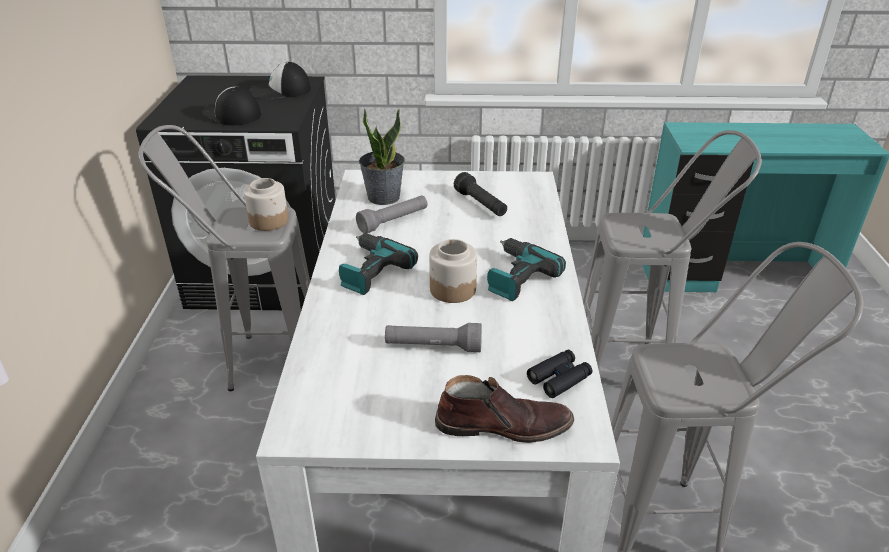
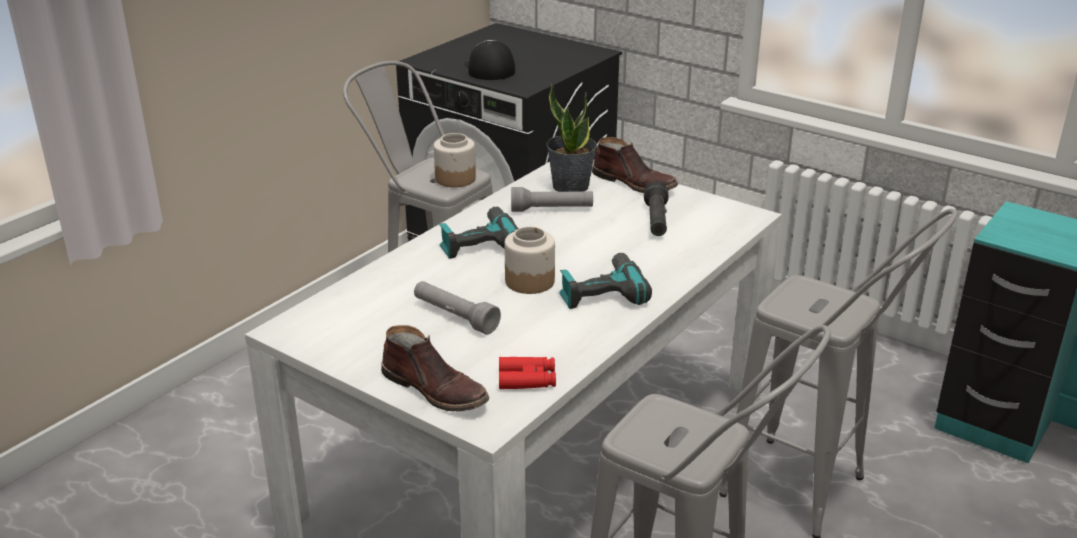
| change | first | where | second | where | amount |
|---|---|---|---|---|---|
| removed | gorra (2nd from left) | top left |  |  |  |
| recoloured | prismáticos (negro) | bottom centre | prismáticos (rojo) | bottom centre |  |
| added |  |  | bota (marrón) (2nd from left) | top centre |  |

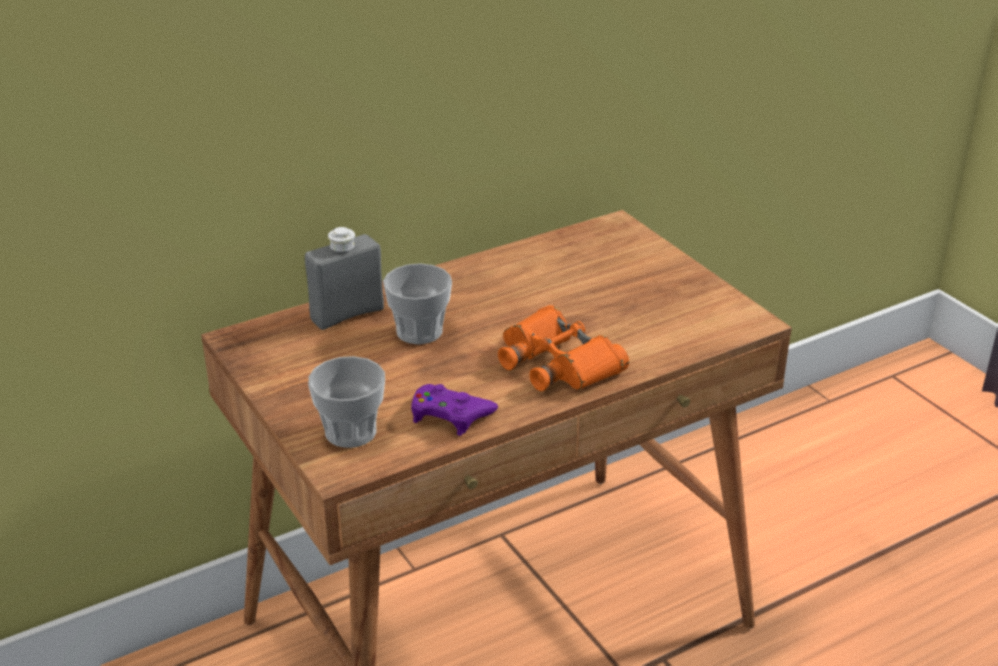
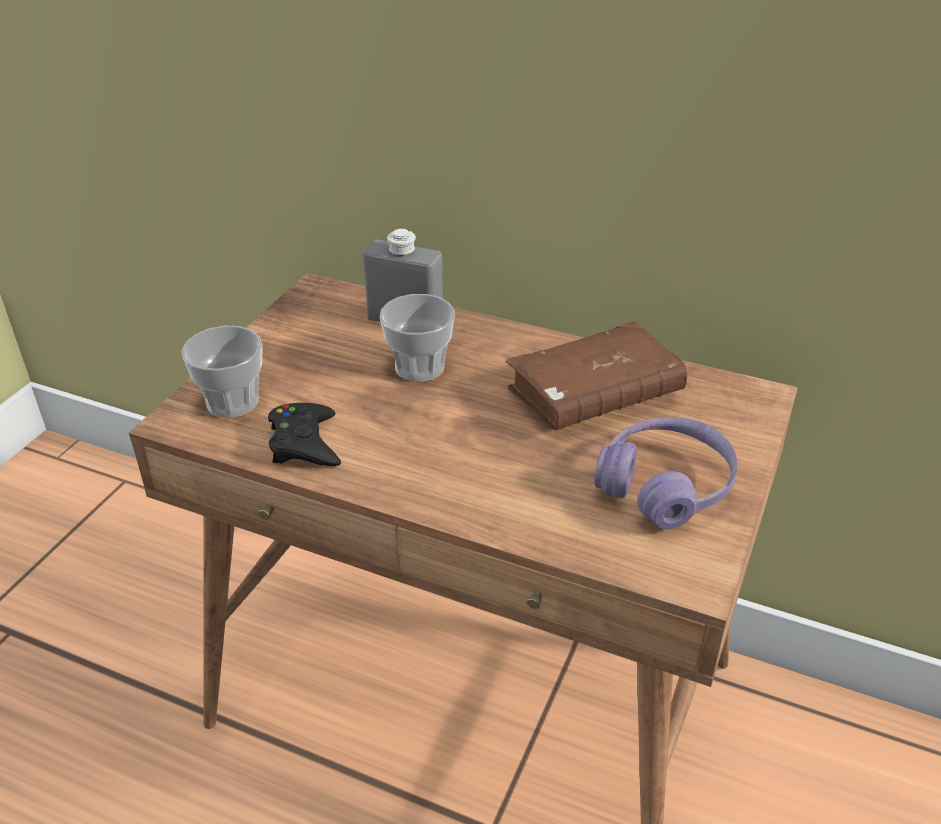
| change | first | where | second | where | amount |
|---|---|---|---|---|---|
| recoloured | mando de consola (morado) | centre | mando de consola (negro) | middle left |  |
| removed | prismáticos (naranja) | centre |  |  |  |
| added |  |  | libro (marrón) | centre |  |
| added |  |  | auriculares (morado) | middle right |  |

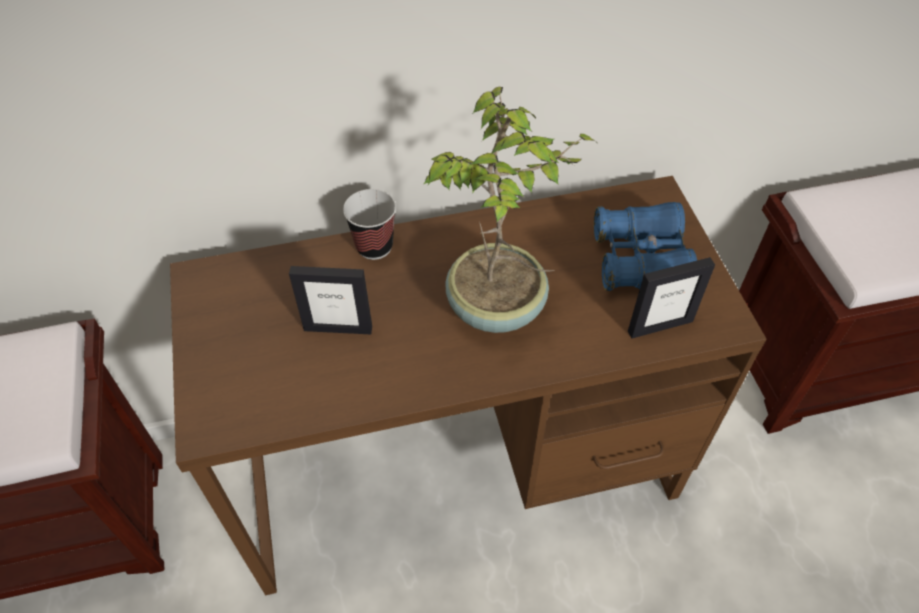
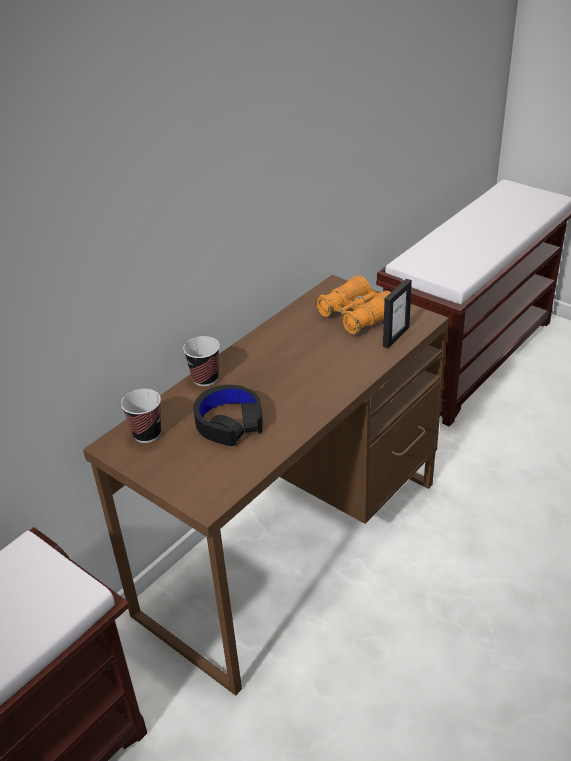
| change | first | where | second | where | amount |
|---|---|---|---|---|---|
| replaced | portarretratos (1st from left) | centre | auriculares (negro) | centre |  |
| removed | planta en maceta | centre |  |  |  |
| recoloured | prismáticos (azul) | middle right | prismáticos (naranja) | centre |  |
| added |  |  | taza (1st from left) | middle left |  |

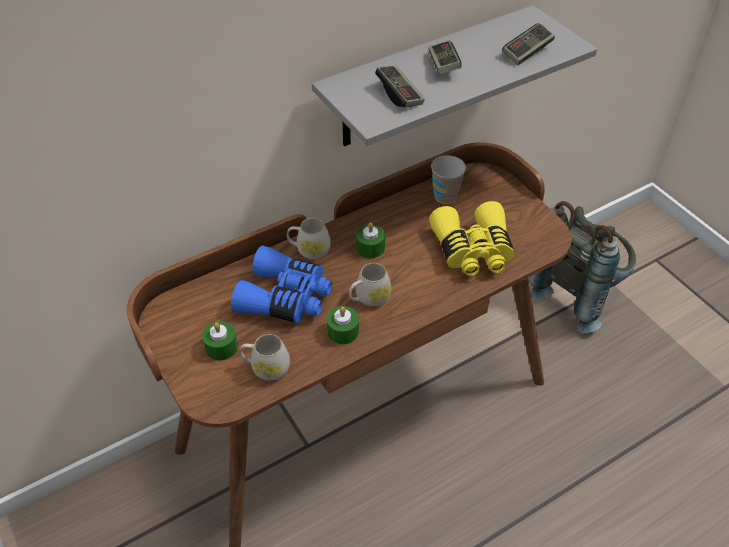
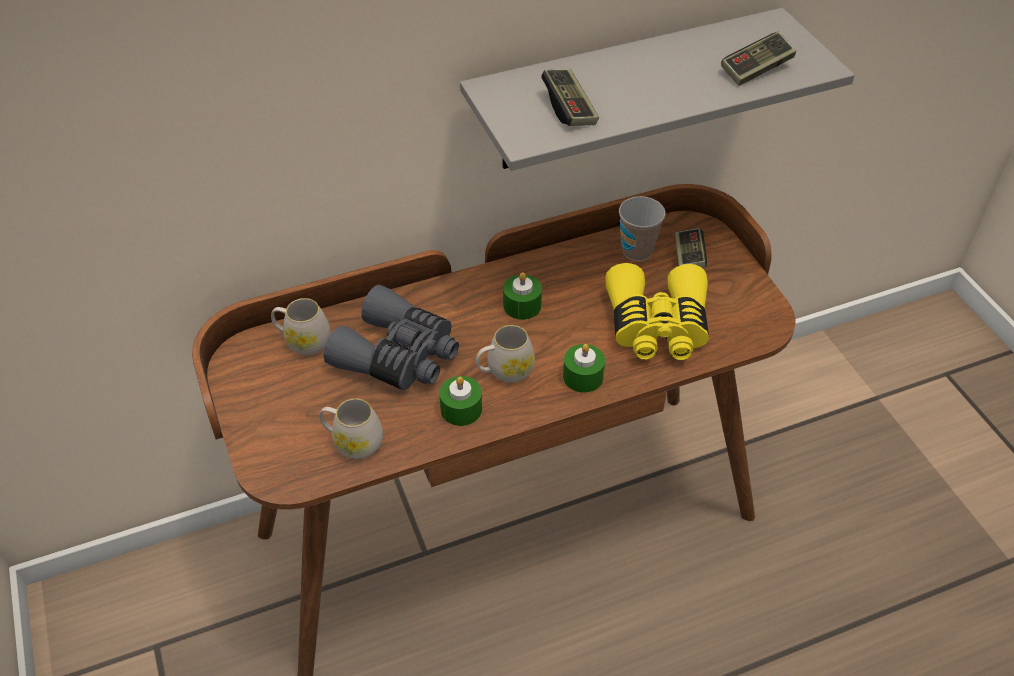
| change | first | where | second | where | amount |
|---|---|---|---|---|---|
| moved | vela (verde) (1st from left in the first image) | middle left | vela (verde) (3rd from left) | centre |  |
| recoloured | prismáticos (azul) | centre | prismáticos (gris) | centre |  |
| moved | taza grande (blanco) (2nd from left in the first image) | centre | taza grande (blanco) (1st from left) | middle left |  |
| moved | mando de consola (2nd from left) | top centre |  | middle right |  |
| removed | mochila (gris) | middle right |  |  |  |

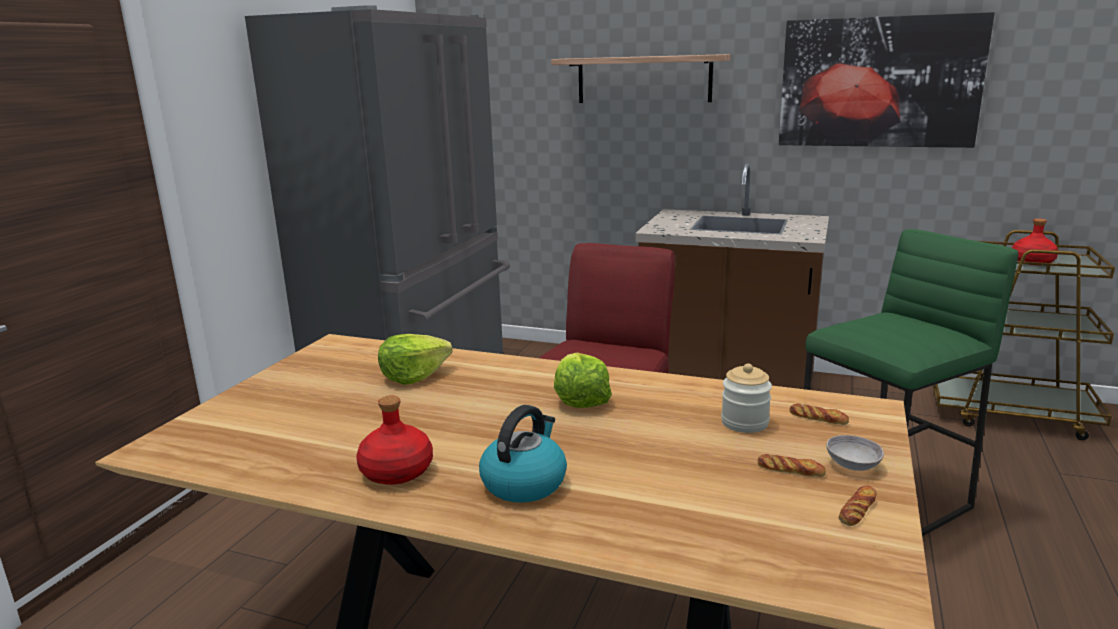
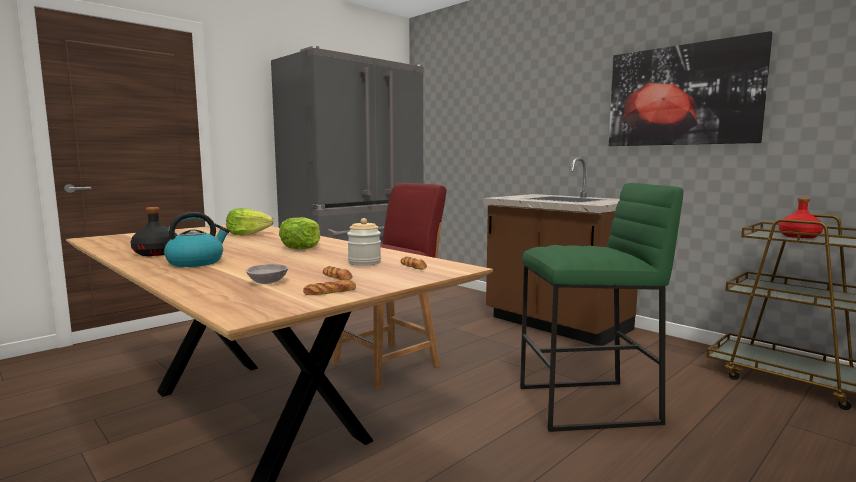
| change | first | where | second | where | amount |
|---|---|---|---|---|---|
| recoloured | botella (rojo) (1st from left) | bottom centre | botella (negro) | middle left |  |
| removed | estante | top centre |  |  |  |
| moved | cuenco (gris) | bottom right |  | middle left |  |

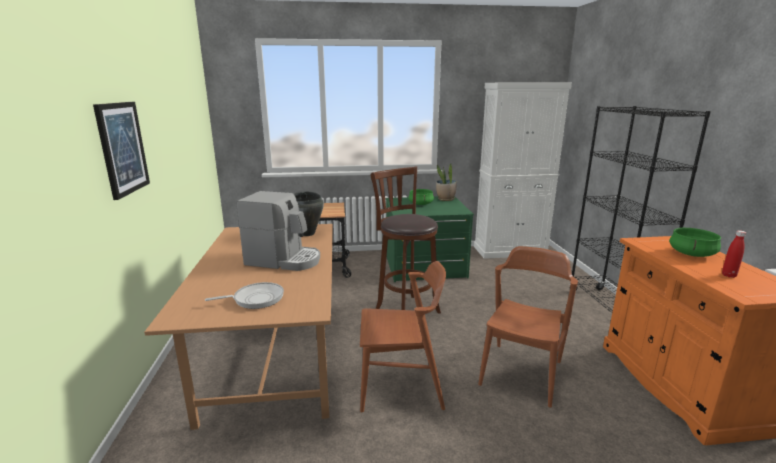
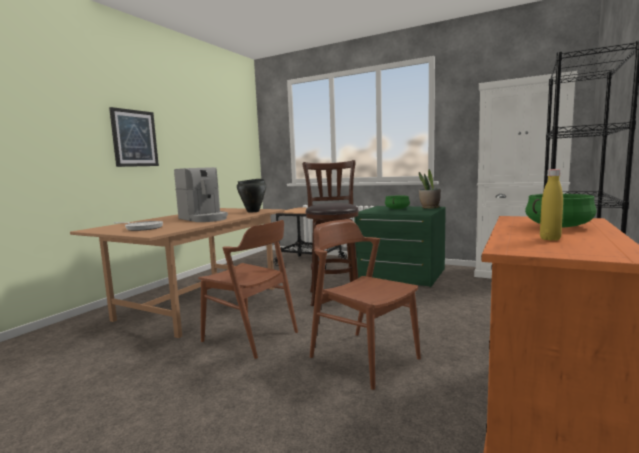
| change | first | where | second | where | amount |
|---|---|---|---|---|---|
| turned | silla (marrón) (2nd from left) | bottom right |  | bottom centre | 105 degrees counterclockwise |
| recoloured | botella (rojo) | middle right | botella (amarillo) | middle right |  |

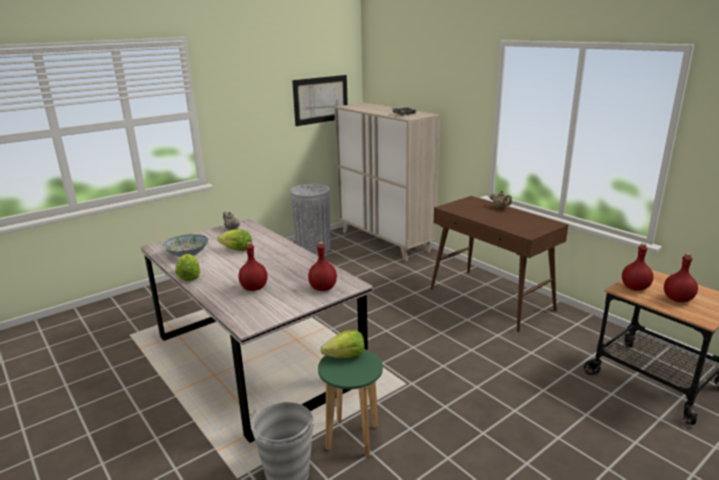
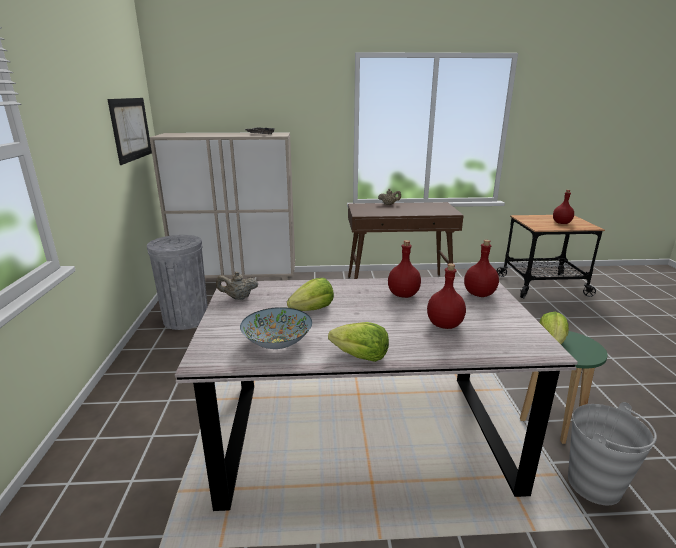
| change | first | where | second | where | amount |
|---|---|---|---|---|---|
| moved | botella (rojo) (3rd from left in the first image) | middle right | botella (rojo) (1st from left) | centre |  |

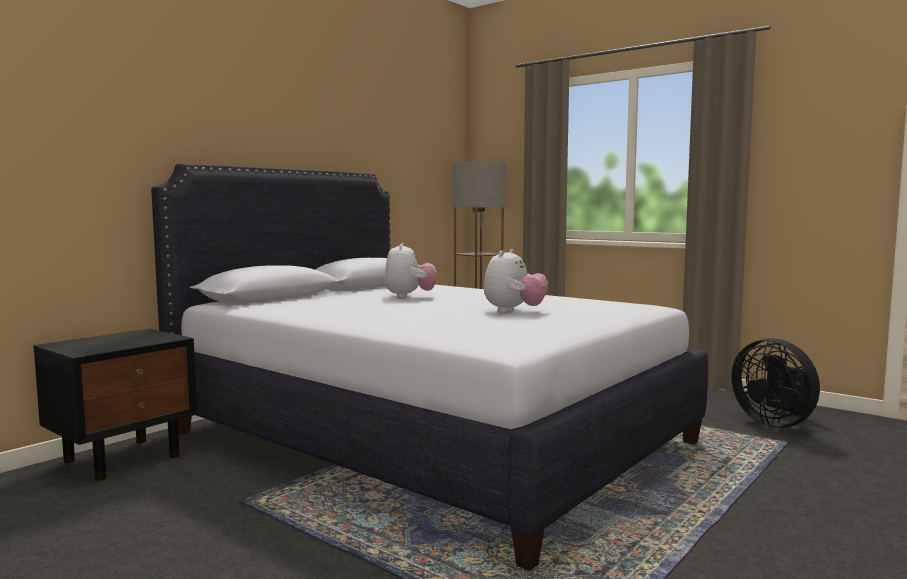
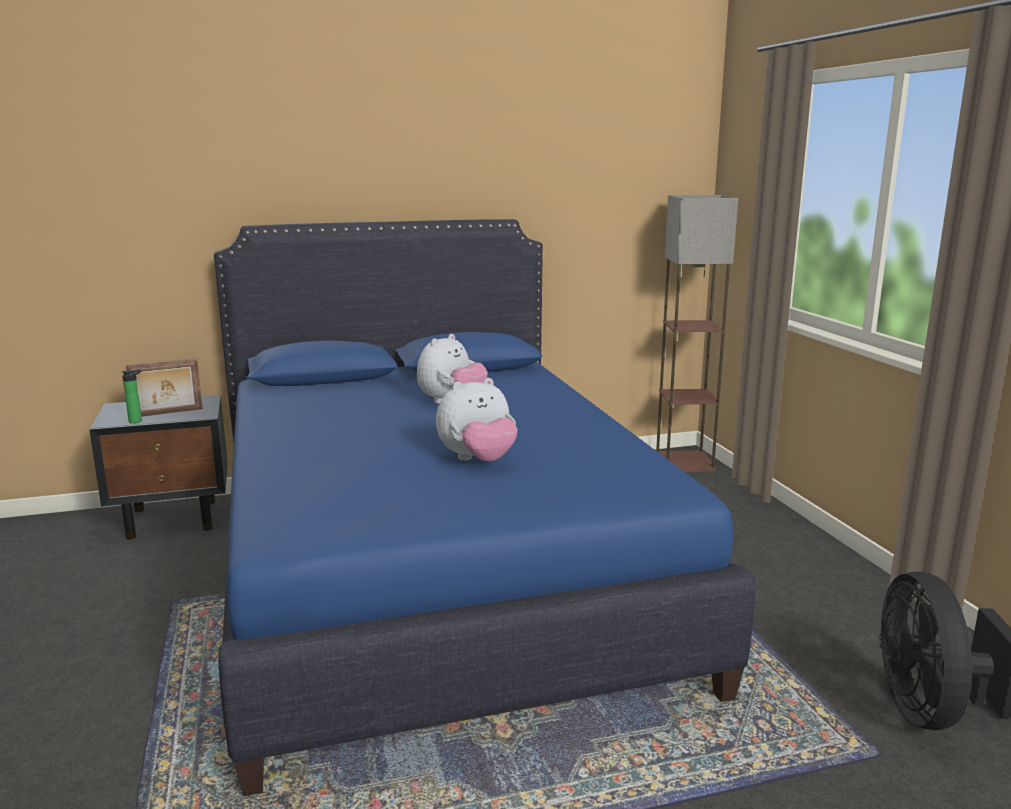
| change | first | where | second | where | amount |
|---|---|---|---|---|---|
| recoloured | cama (blanco) | centre | cama (azul) | centre |  |
| added |  |  | botella | middle left |  |
| added |  |  | portarretratos | middle left |  |

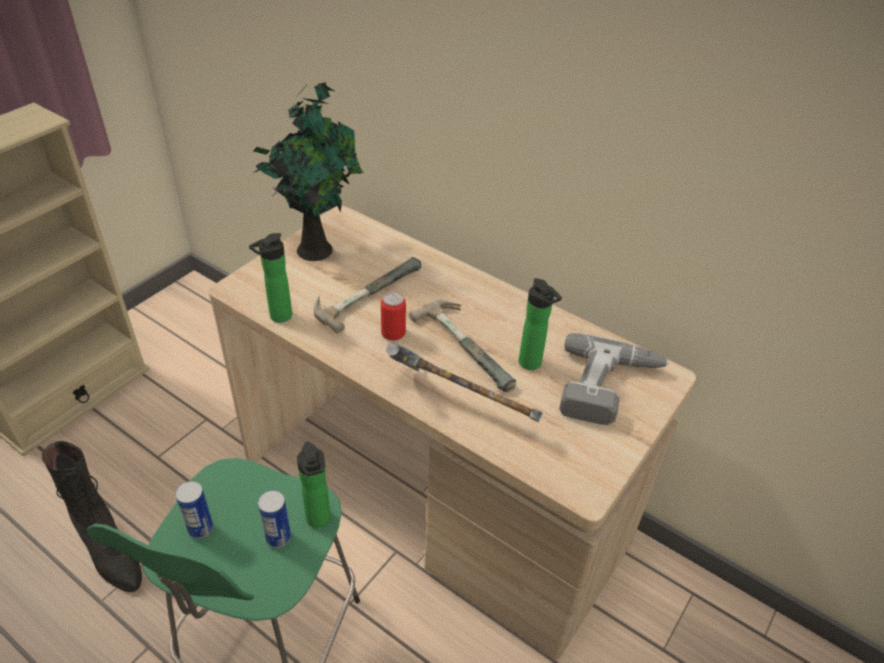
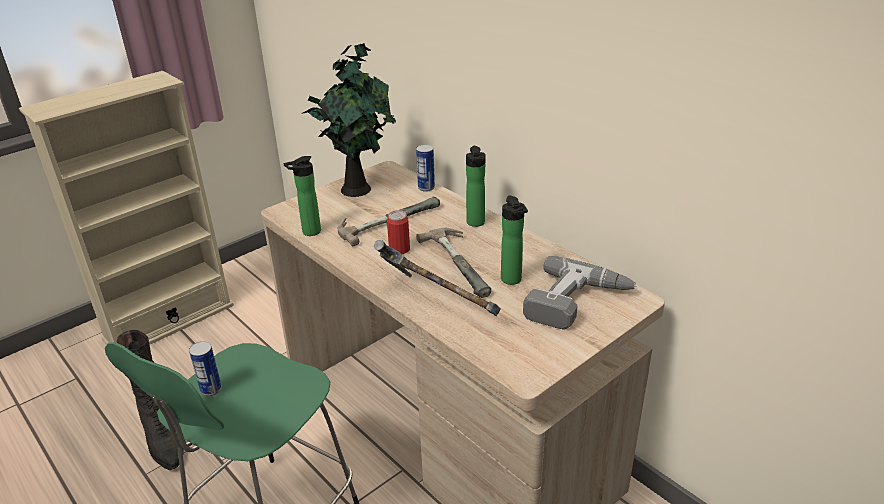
| change | first | where | second | where | amount |
|---|---|---|---|---|---|
| moved | lata (2nd from left in the first image) | bottom left | lata (3rd from left) | centre |  |
| moved | botella (2nd from left) | bottom centre |  | centre |  |

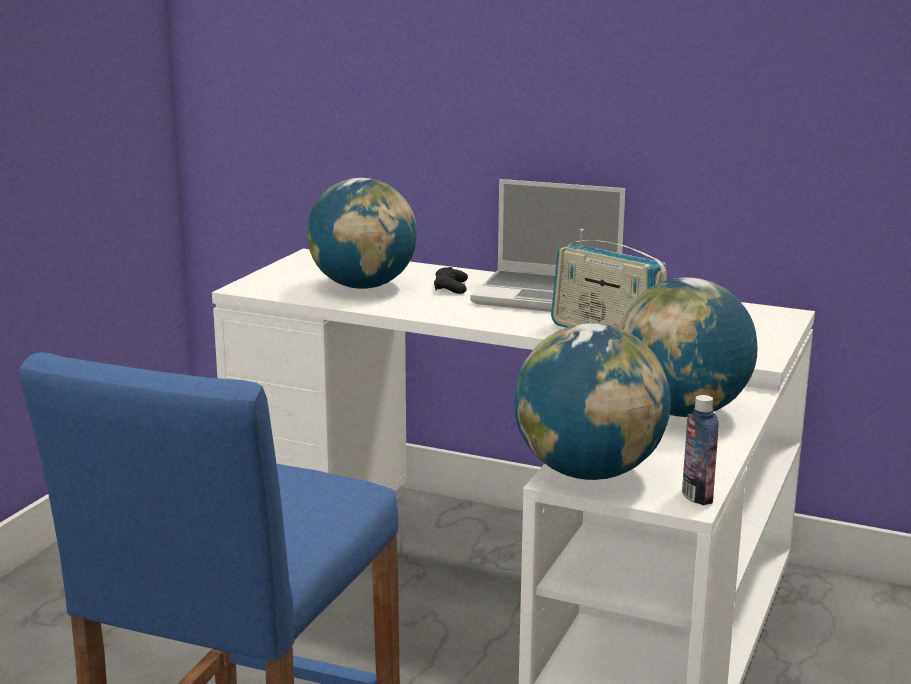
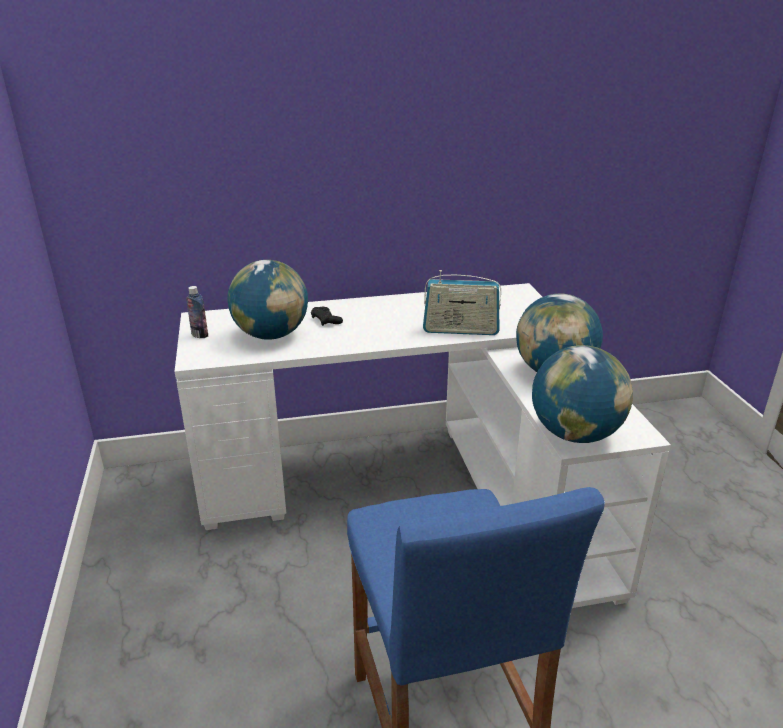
| change | first | where | second | where | amount |
|---|---|---|---|---|---|
| removed | portátil | centre |  |  |  |
| moved | botella | middle right |  | middle left |  |

